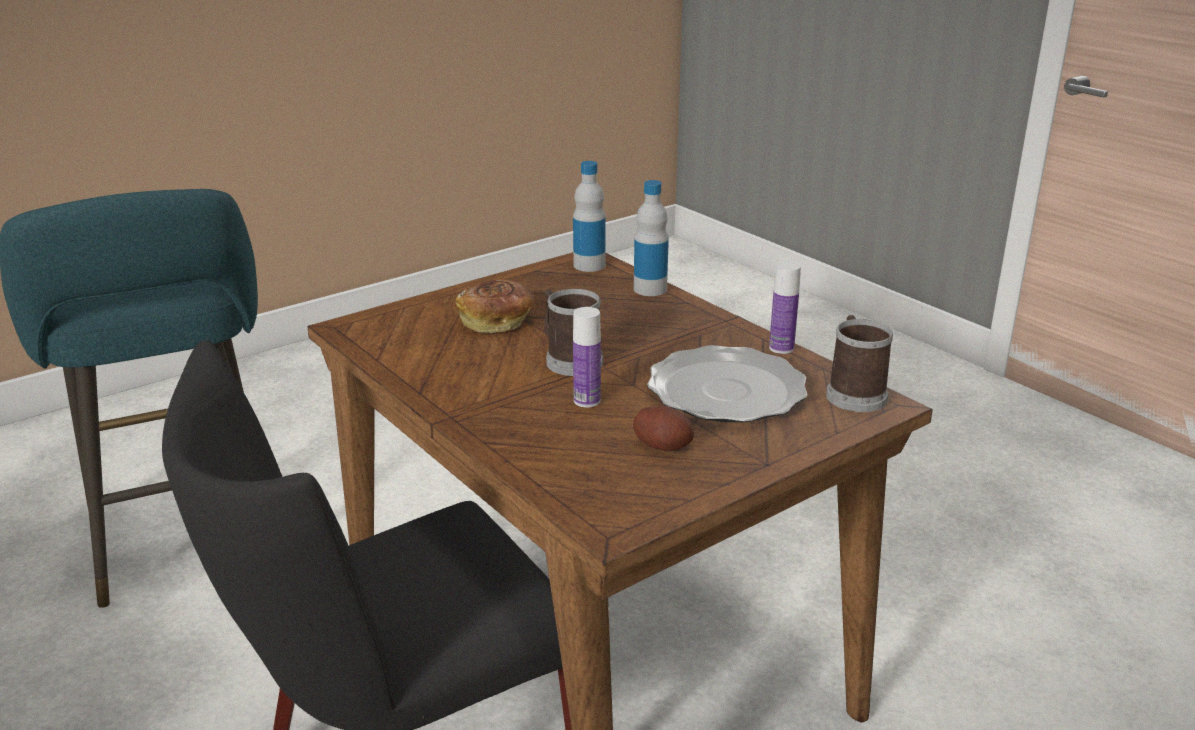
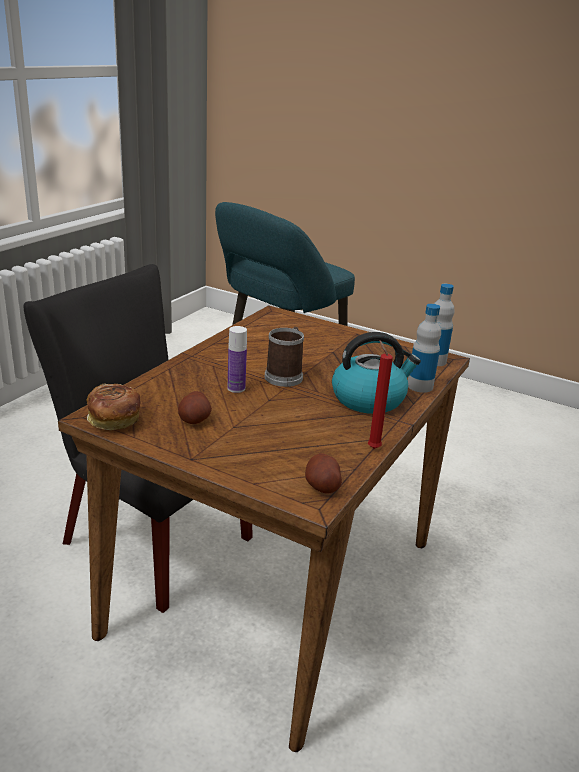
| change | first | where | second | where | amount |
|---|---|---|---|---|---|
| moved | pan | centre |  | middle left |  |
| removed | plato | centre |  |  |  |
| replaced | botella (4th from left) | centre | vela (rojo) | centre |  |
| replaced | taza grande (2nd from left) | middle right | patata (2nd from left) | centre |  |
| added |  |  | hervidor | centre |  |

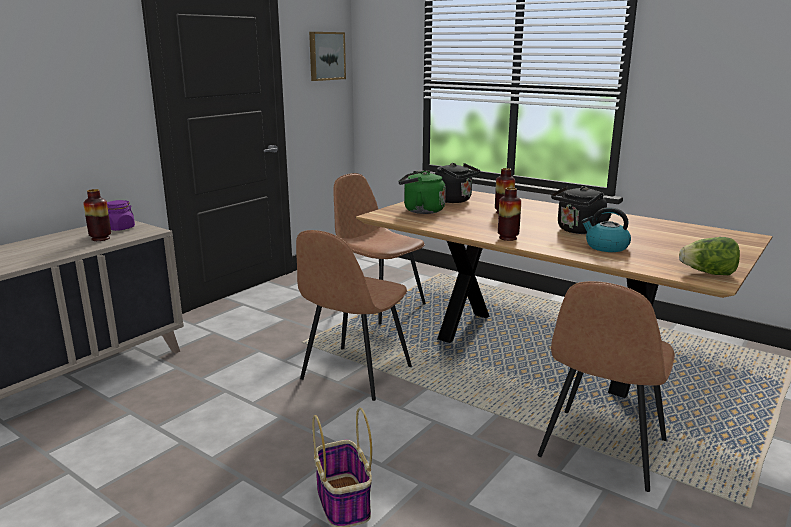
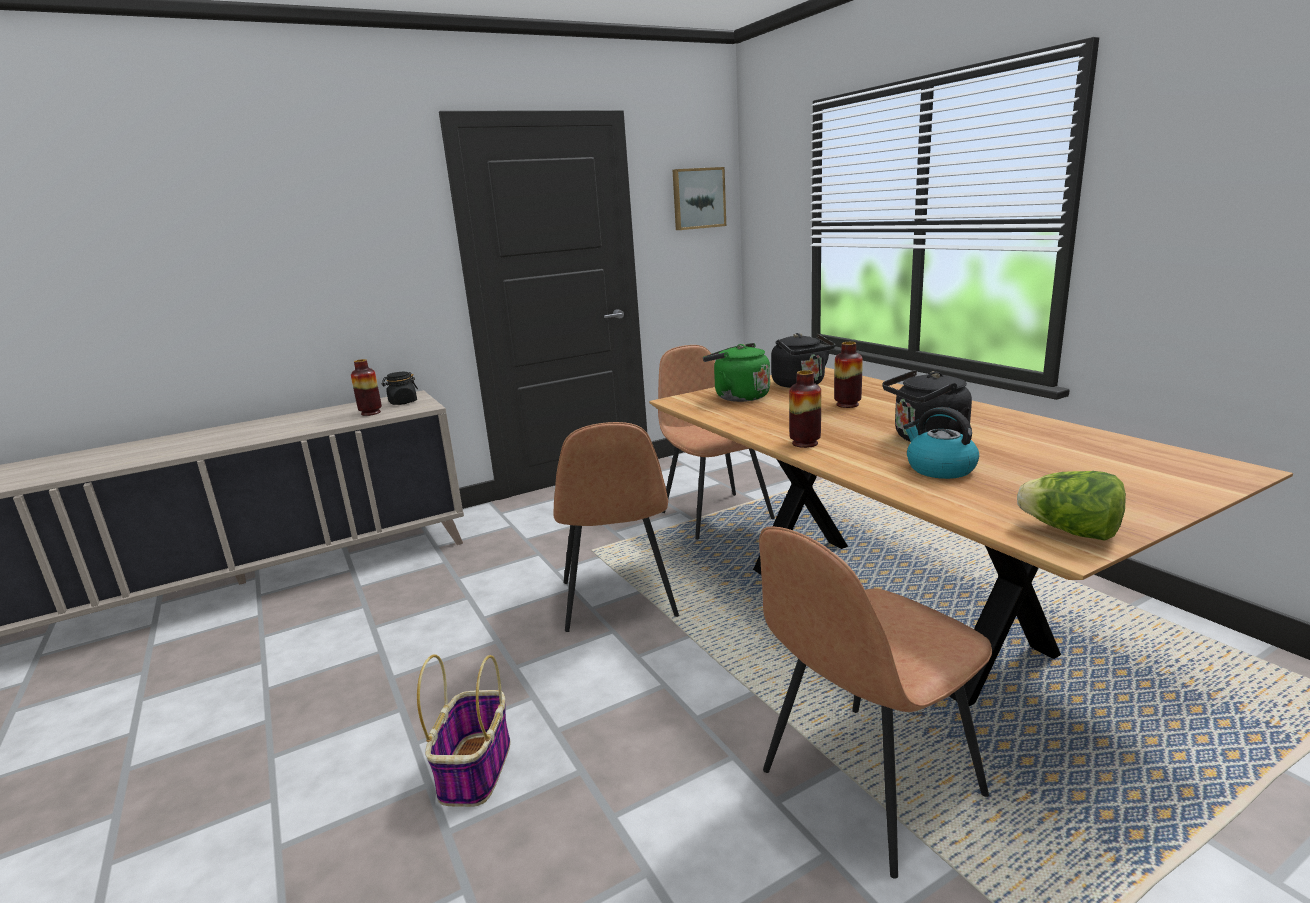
| change | first | where | second | where | amount |
|---|---|---|---|---|---|
| recoloured | tarro (morado) | middle left | tarro (negro) | middle left |  |
| turned | silla (marrón) (1st from left) | centre |  | centre | 60 degrees counterclockwise |

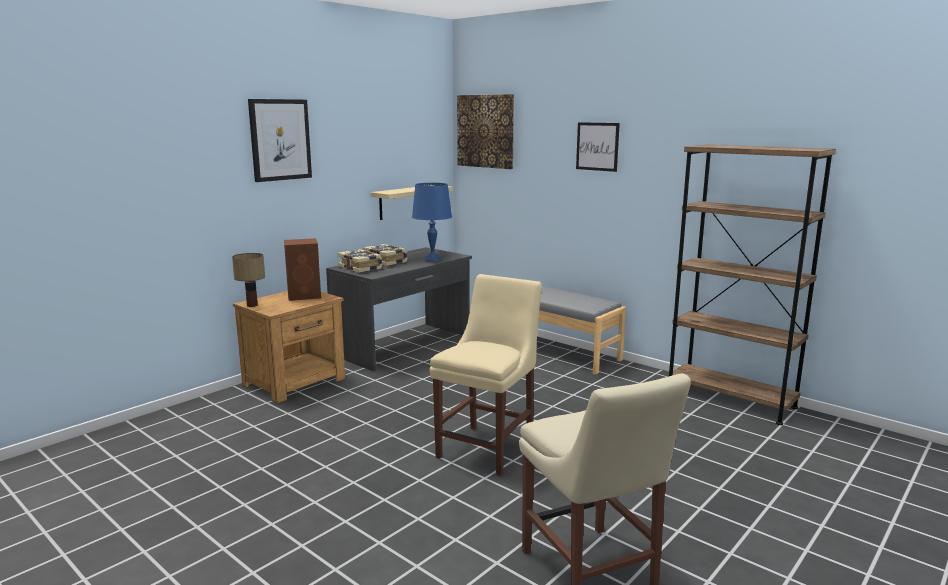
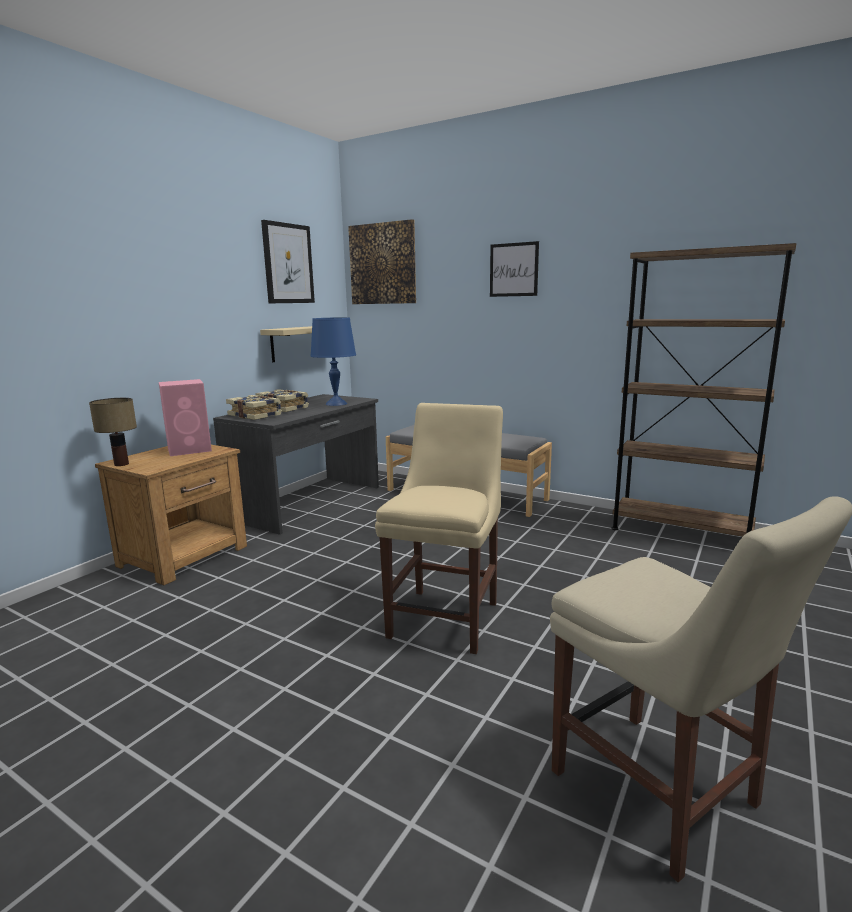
| change | first | where | second | where | amount |
|---|---|---|---|---|---|
| moved | cuadro (1st from left) | top left |  | top centre |  |
| recoloured | altavoz (marrón) | middle left | altavoz (rosa) | middle left |  |

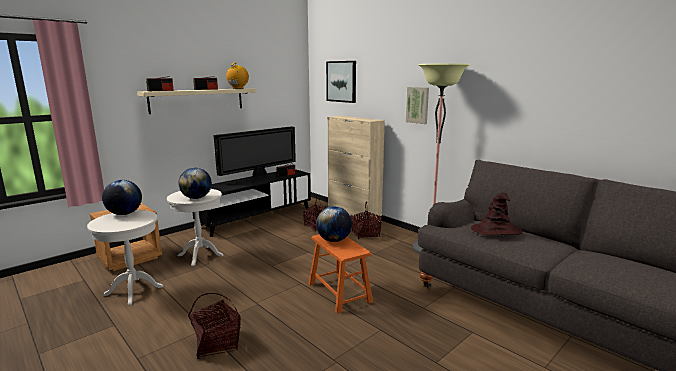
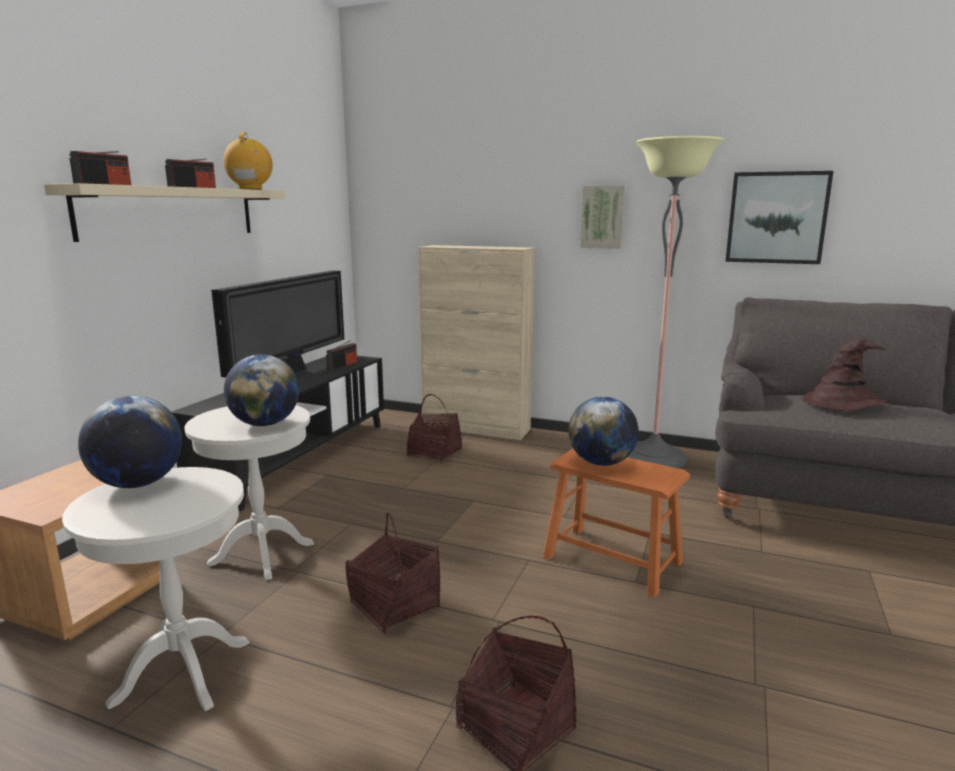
| change | first | where | second | where | amount |
|---|---|---|---|---|---|
| moved | cuadro (1st from left in the first image) | top centre | cuadro (2nd from left) | top right |  |
| moved | cesta (3rd from left in the first image) | centre | cesta (1st from left) | bottom centre |  |

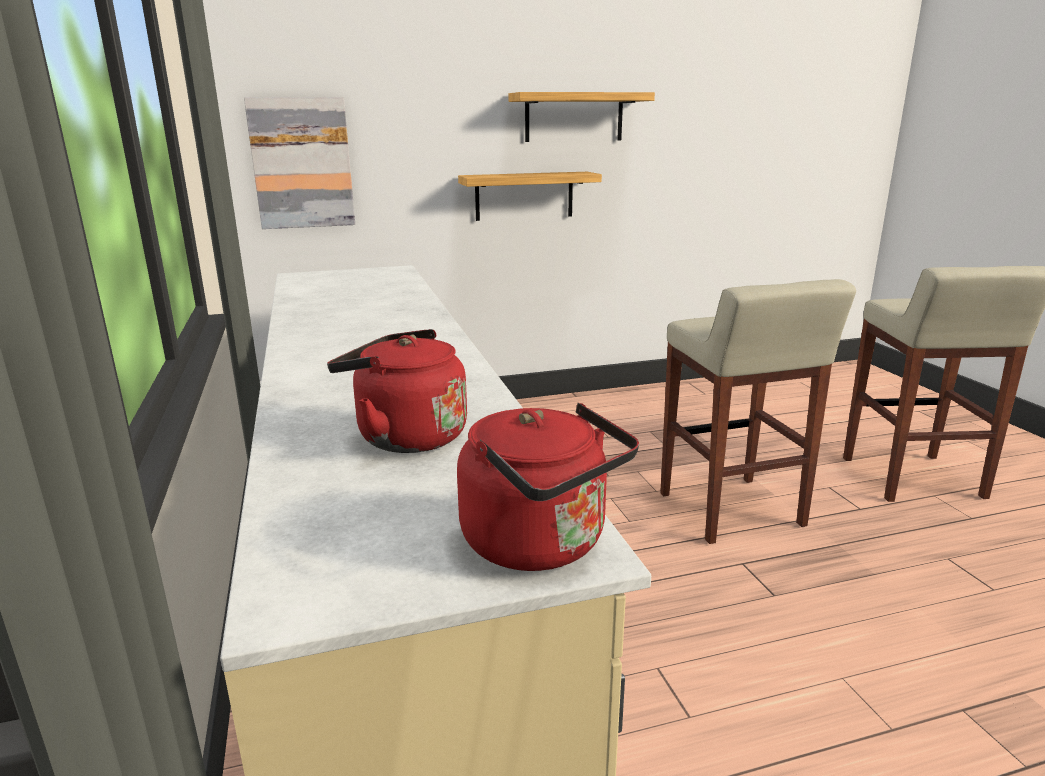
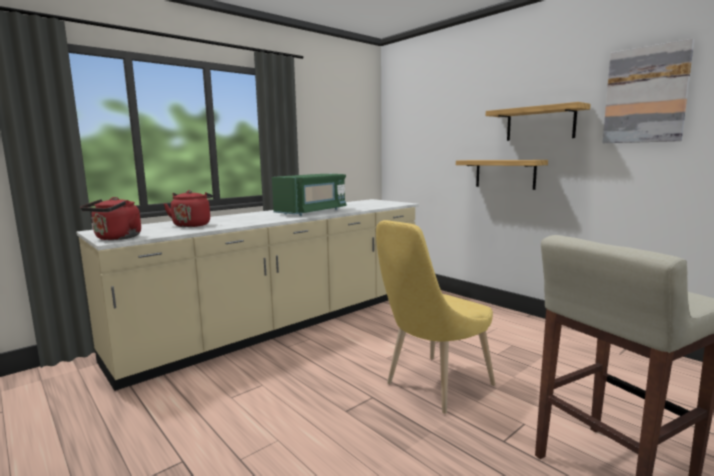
| change | first | where | second | where | amount |
|---|---|---|---|---|---|
| moved | cuadro | top left |  | top right |  |
| replaced | taburete (beis) (1st from left) | middle right | silla (amarillo) | centre |  |
| added |  |  | microondas (verde) | centre |  |

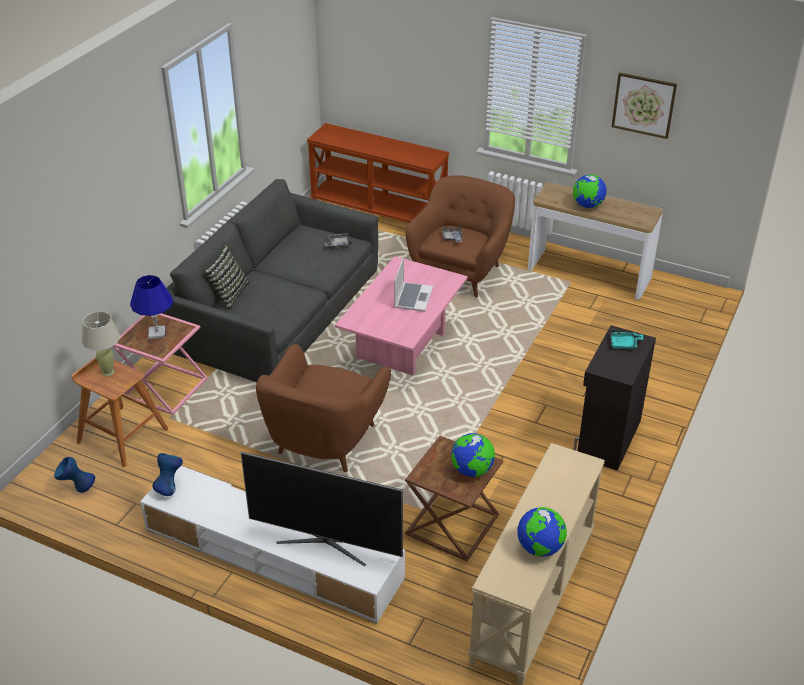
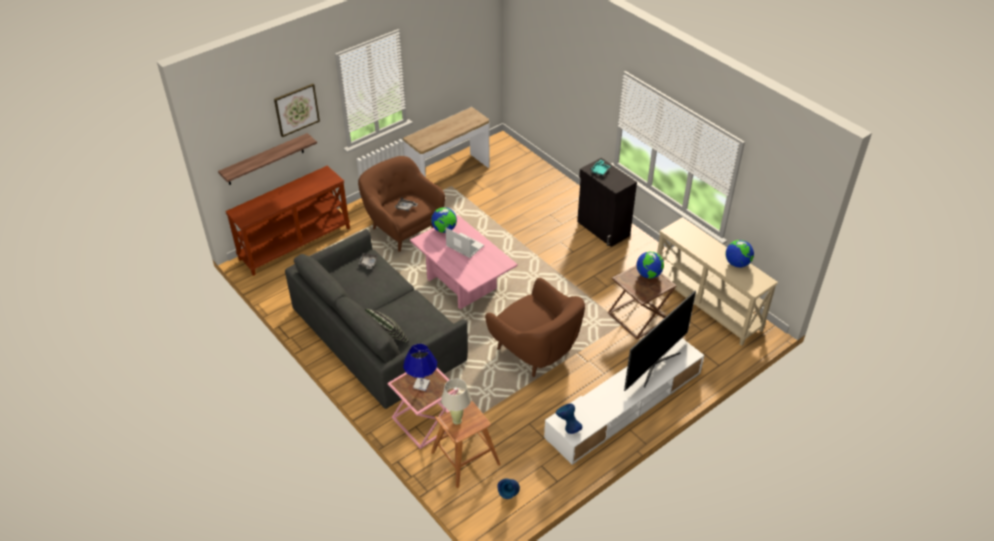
| change | first | where | second | where | amount |
|---|---|---|---|---|---|
| moved | globo terráqueo (3rd from left in the first image) | top right | globo terráqueo (1st from left) | centre |  |
| moved | cuadro | top right |  | top left |  |
| added |  |  | estante | top left |  |

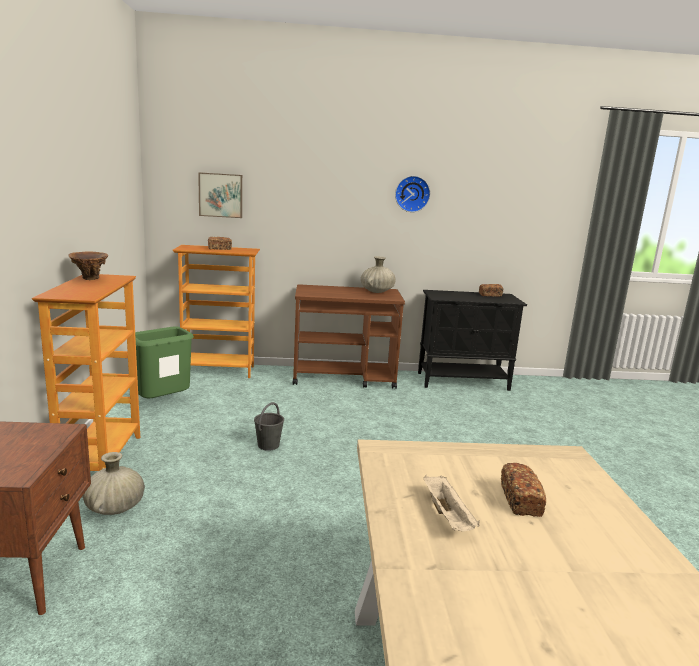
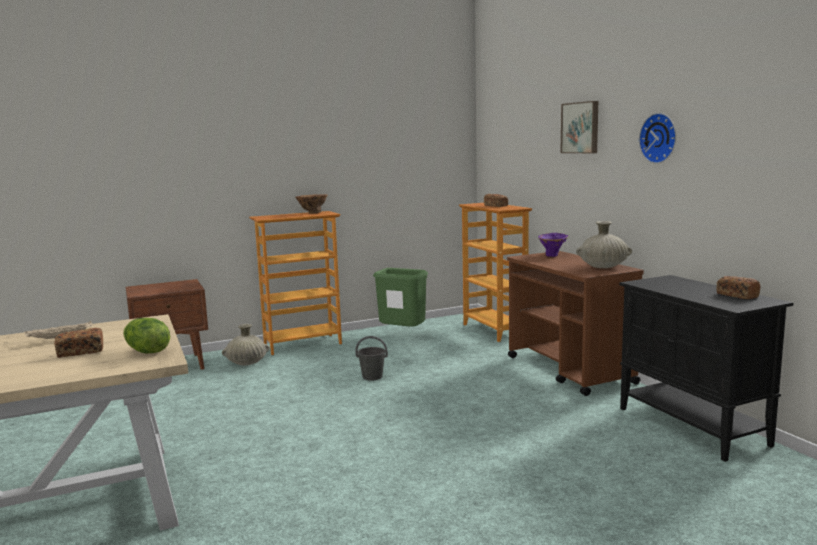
| change | first | where | second | where | amount |
|---|---|---|---|---|---|
| moved | cuadro | top left |  | top right |  |
| added |  |  | lechuga | middle left |  |
| added |  |  | florero (morado) | middle right |  |

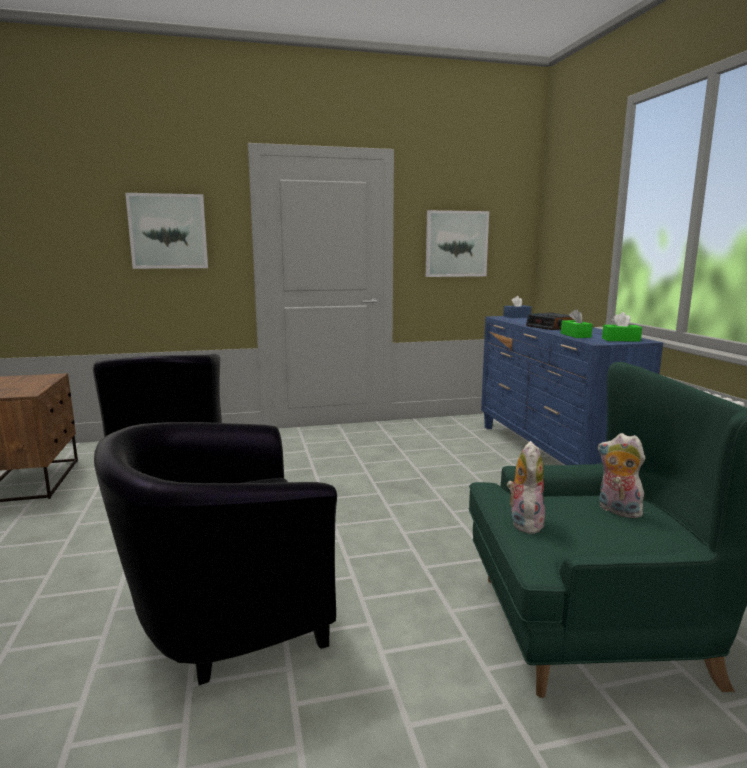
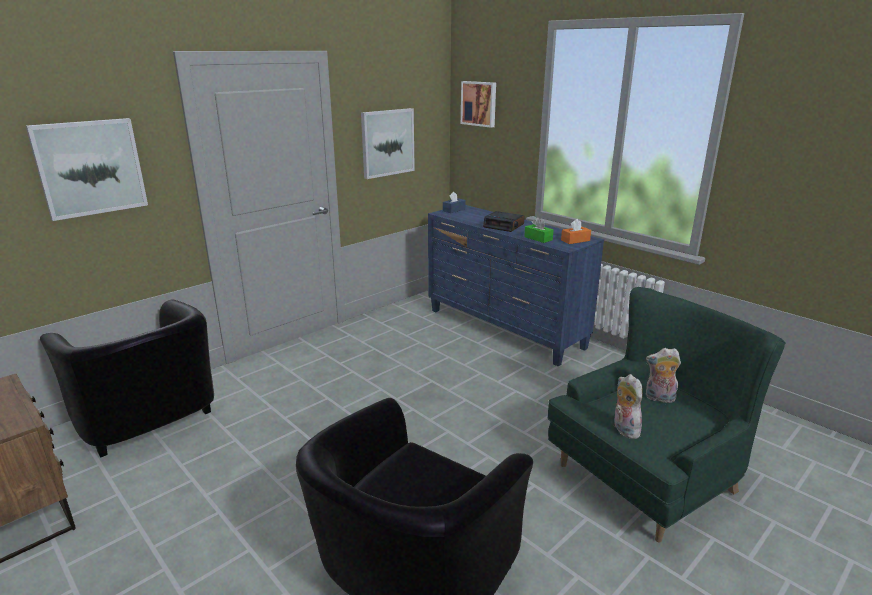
| change | first | where | second | where | amount |
|---|---|---|---|---|---|
| recoloured | caja de pañuelos (verde) (2nd from left) | middle right | caja de pañuelos (naranja) | centre |  |
| added |  |  | cuadro (3rd from left) | top centre |  |

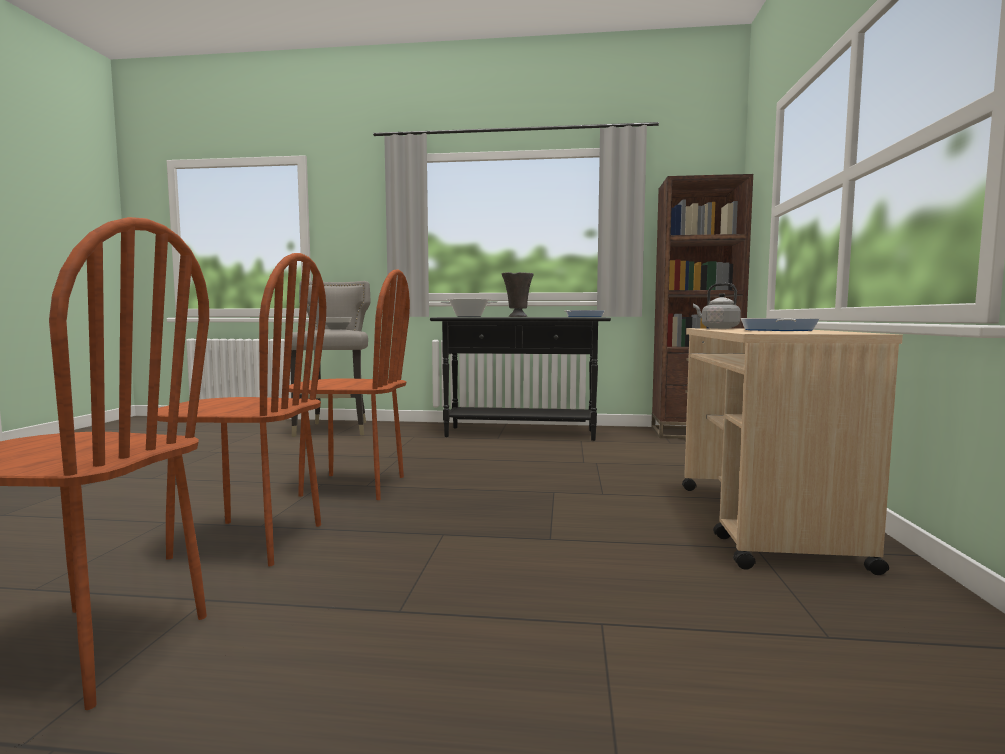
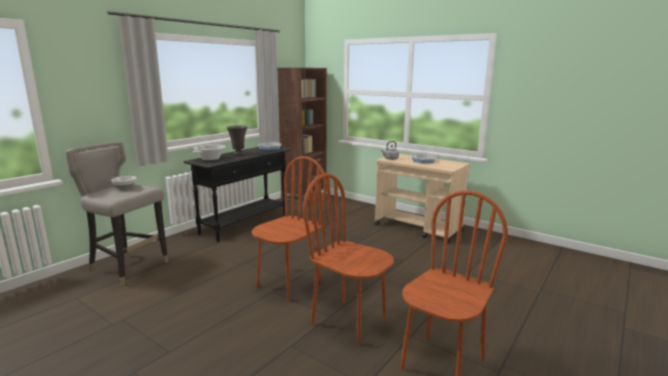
| change | first | where | second | where | amount |
|---|---|---|---|---|---|
| turned | silla (marrón) (2nd from left) | middle left |  | bottom centre | 90 degrees counterclockwise |

